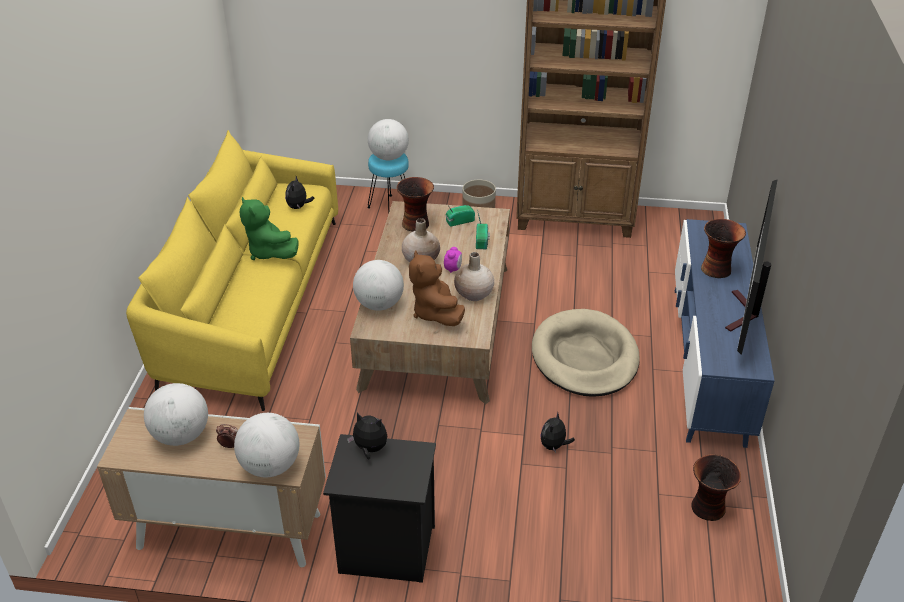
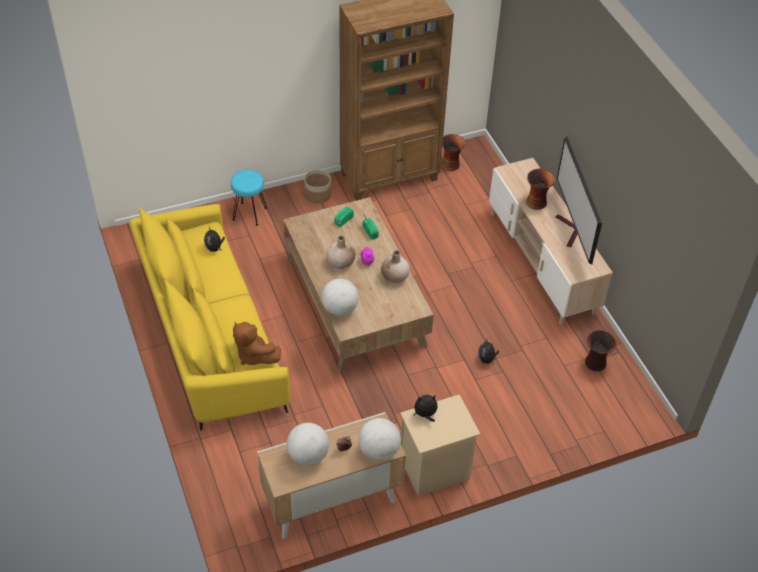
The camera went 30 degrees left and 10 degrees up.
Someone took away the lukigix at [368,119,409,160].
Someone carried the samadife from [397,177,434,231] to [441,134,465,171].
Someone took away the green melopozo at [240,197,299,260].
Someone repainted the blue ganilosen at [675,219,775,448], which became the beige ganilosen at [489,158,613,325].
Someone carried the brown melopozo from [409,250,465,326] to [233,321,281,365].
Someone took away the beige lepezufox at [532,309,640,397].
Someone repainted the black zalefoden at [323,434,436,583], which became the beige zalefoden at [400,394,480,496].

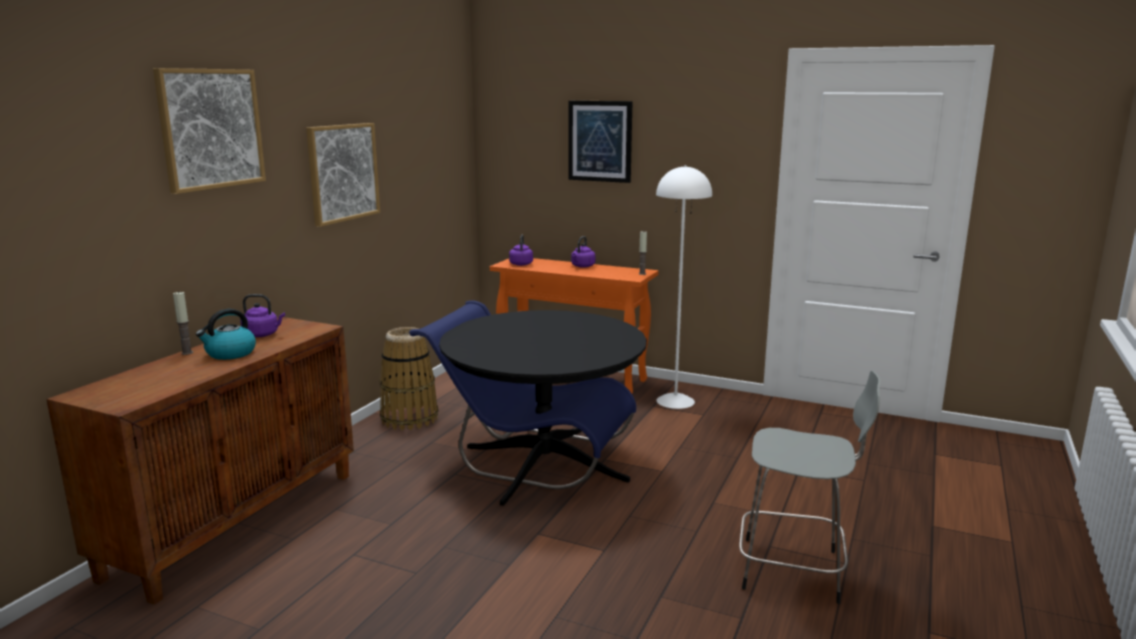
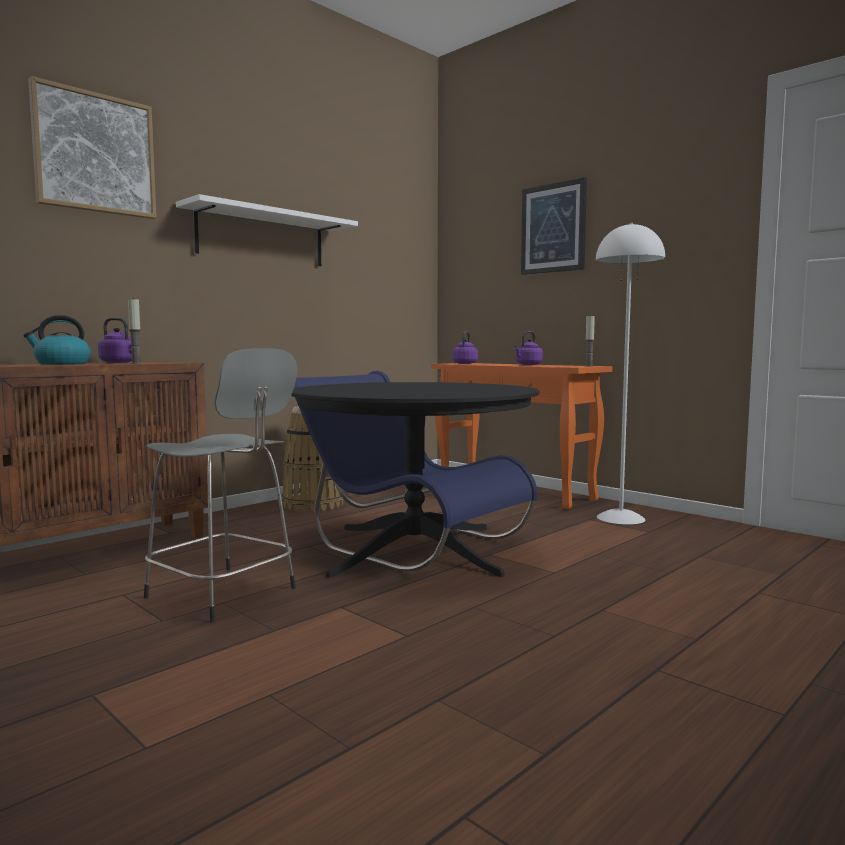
The camera went 20 degrees right and 10 degrees down.
Someone swapped the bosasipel at [306,123,380,227] for the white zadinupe at [176,194,358,266].
Someone carried the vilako from [173,291,193,355] to [128,298,142,364].
Someone carried the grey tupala from [739,371,880,604] to [144,348,297,622].

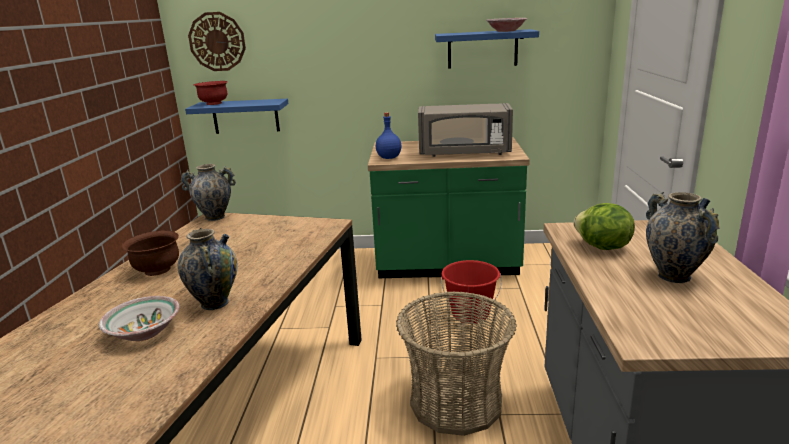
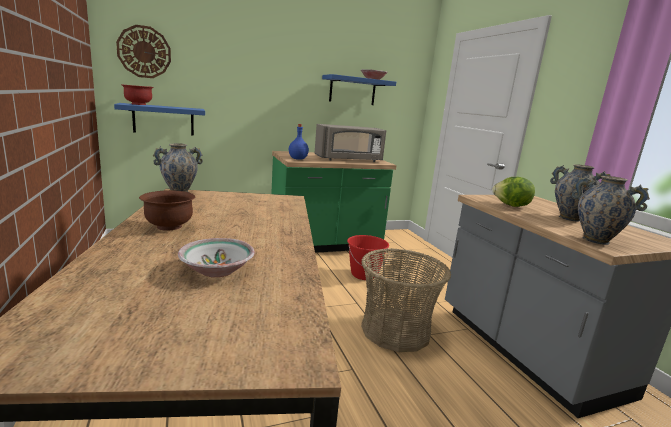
The camera went 25 degrees left and 5 degrees down.
Someone carried the samadife from [178,228,237,310] to [572,176,650,245].

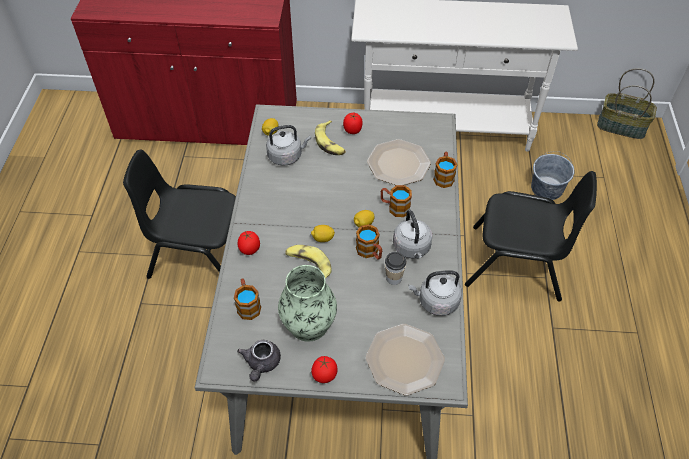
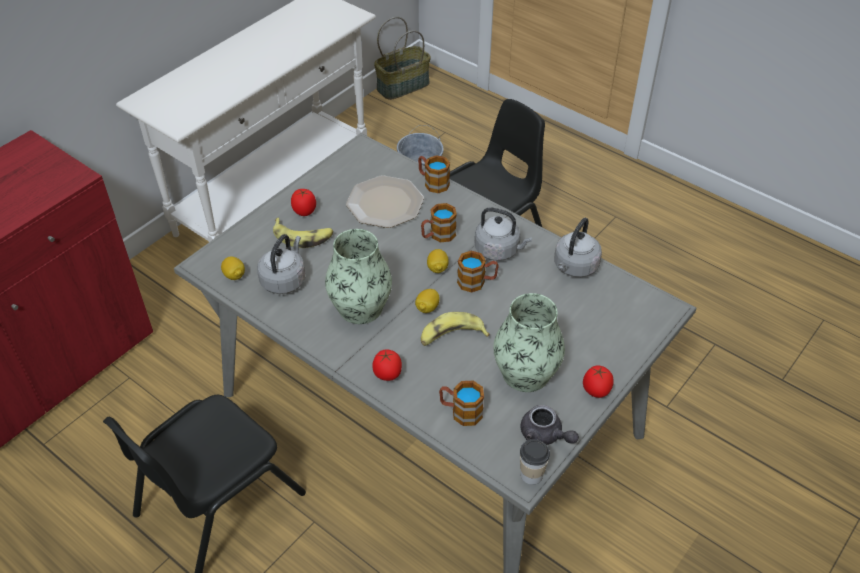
The camera went 55 degrees left and 5 degrees down.
Someone carried the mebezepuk from [385,252,406,285] to [520,439,550,485].
Someone took away the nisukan at [366,324,445,395].
Someone put down the samadife at [325,229,392,324].

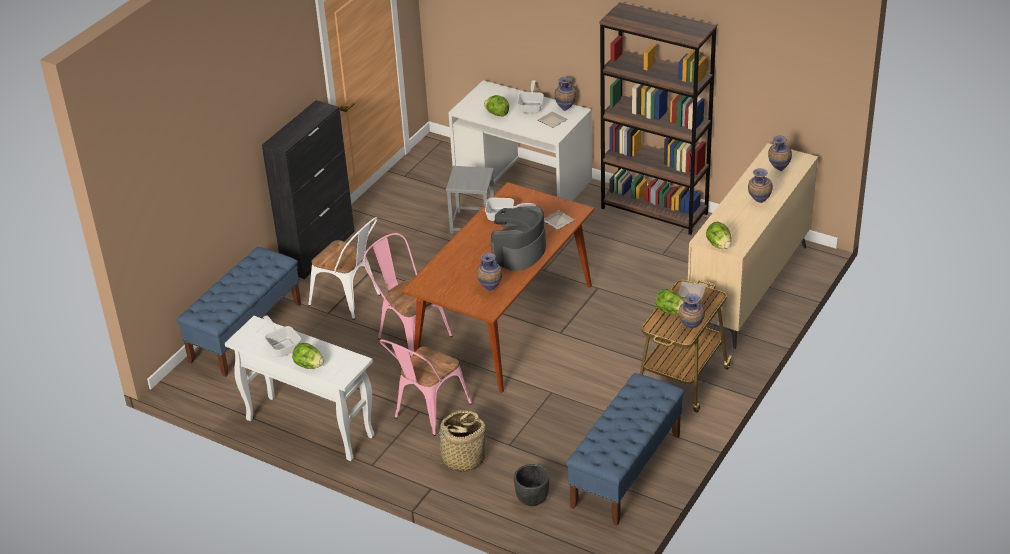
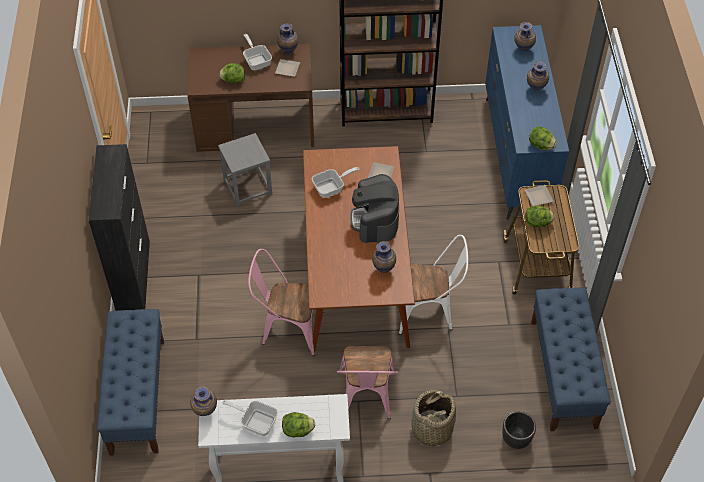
The camera went 35 degrees left and 15 degrees up.
Someone repainted the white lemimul at [448,80,592,201], which became the brown lemimul at [187,44,314,152].
Someone repainted the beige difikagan at [688,143,818,349], which became the blue difikagan at [485,25,569,220].
Someone carried the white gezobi from [308,217,381,320] to [399,235,468,335].
Someone carried the samadife from [679,293,705,328] to [190,386,217,416].

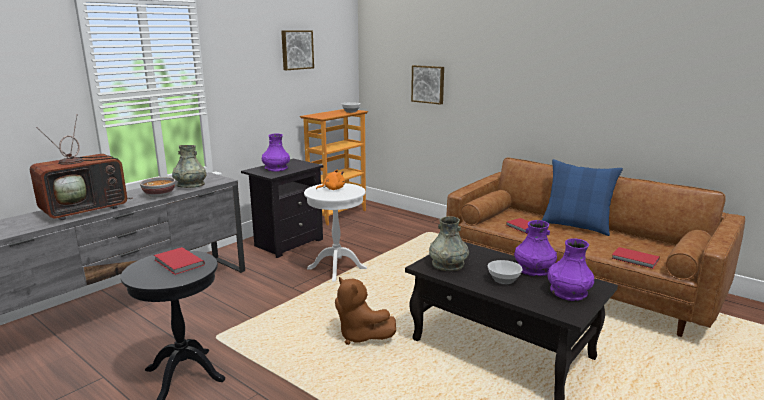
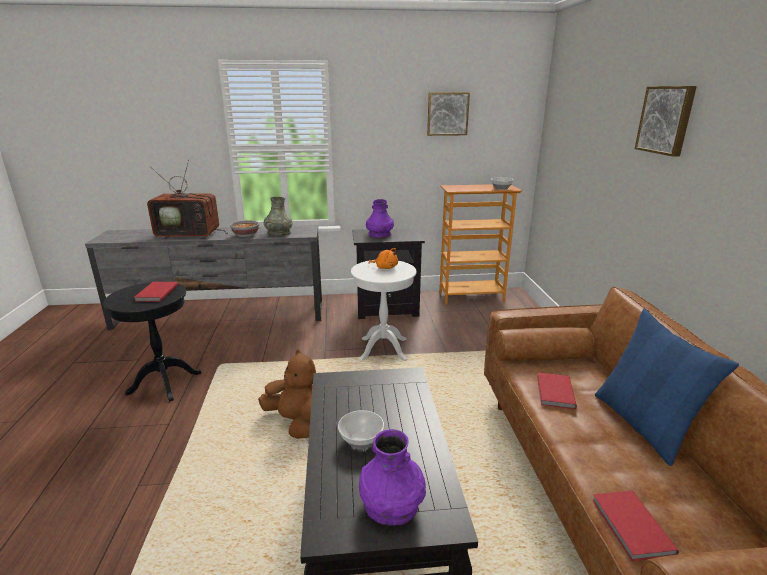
The camera went 45 degrees right and 5 degrees up.
Someone carried the bosasipel from [411,65,444,105] to [635,86,697,157].
Someone took away the grey samadife at [429,216,469,271].
Someone took away the purple samadife at [514,220,557,276].
Someone rotated the brown melopozo at [335,277,396,345] by 135 degrees clockwise.

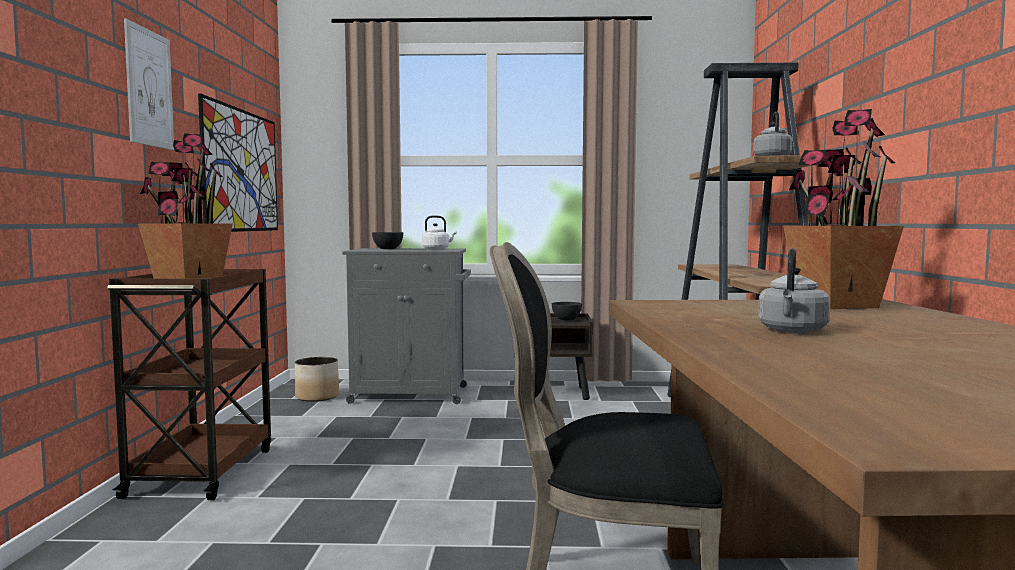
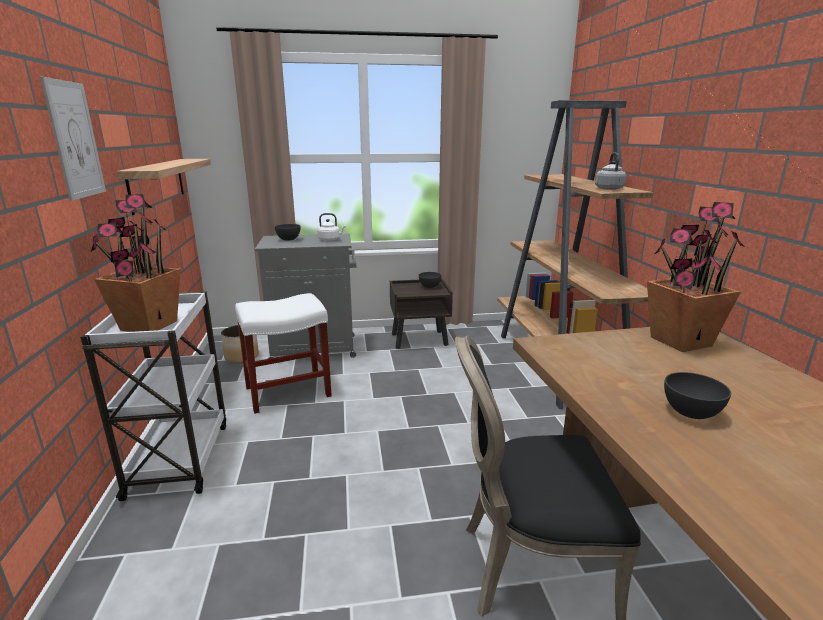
The camera went 10 degrees left and 15 degrees up.
Someone swapped the bosasipel at [198,93,278,232] for the zadinupe at [116,159,211,215].
Someone swapped the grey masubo at [758,248,830,333] for the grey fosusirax at [664,372,731,419].
Someone repainted the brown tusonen at [107,269,271,500], which became the white tusonen at [80,292,226,501].
Someone put down the white tupala at [235,293,332,414].

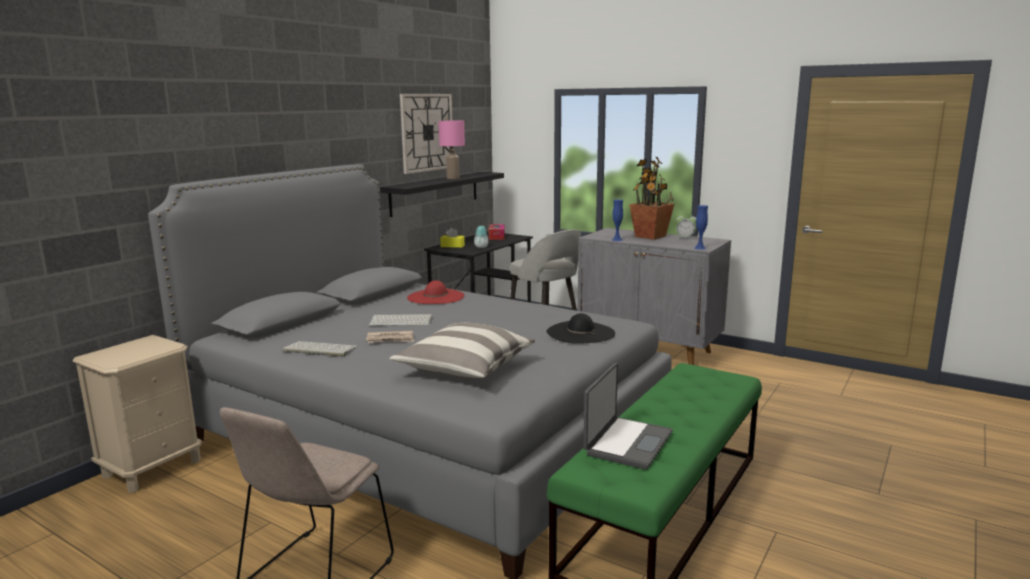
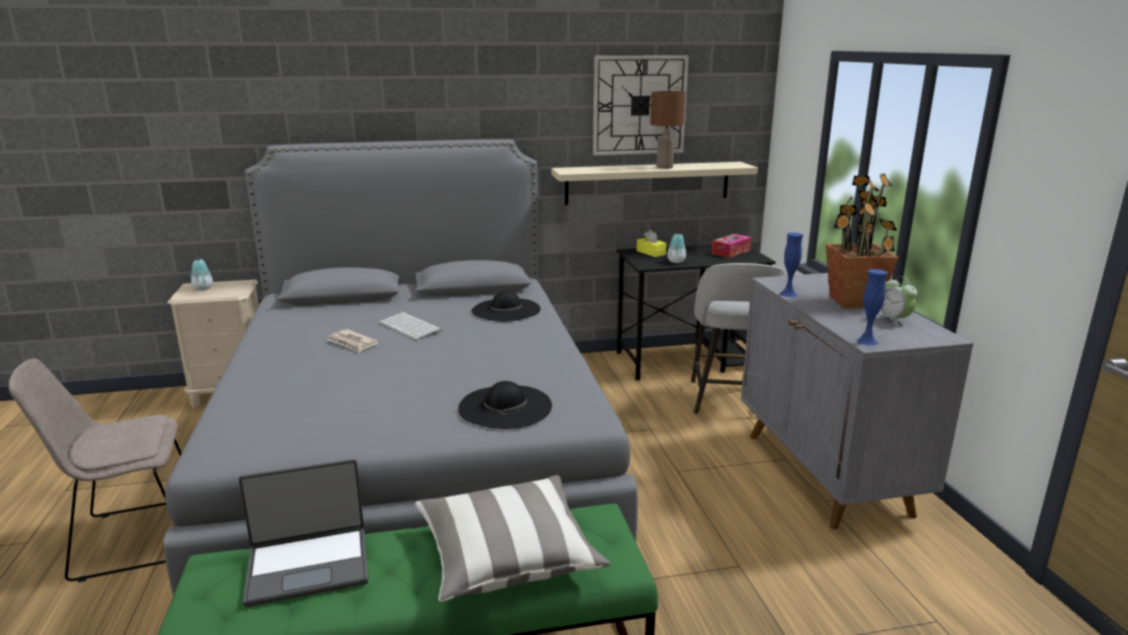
The camera went 45 degrees right and 5 degrees up.
Someone repainted the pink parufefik at [438,121,465,179], which became the brown parufefik at [650,91,685,169].
Someone repainted the black zadinupe at [380,172,504,217], which became the beige zadinupe at [551,162,758,205].
Someone repainted the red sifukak at [407,280,464,304], which became the black sifukak at [472,290,541,322].
Someone carried the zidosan from [389,323,535,379] to [415,475,611,602].
Someone took away the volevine at [283,341,358,357].
Someone put down the samadife at [191,259,213,291].

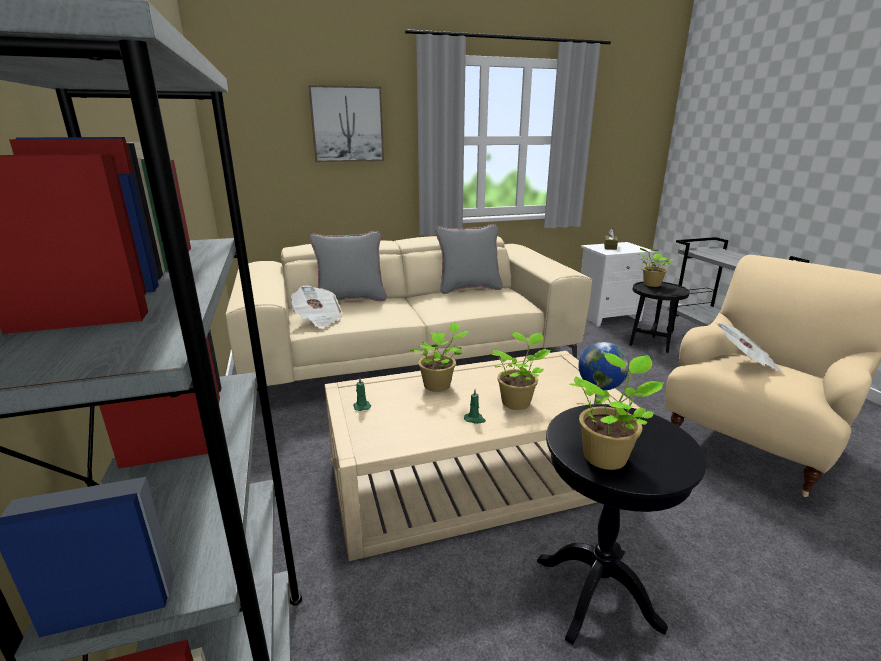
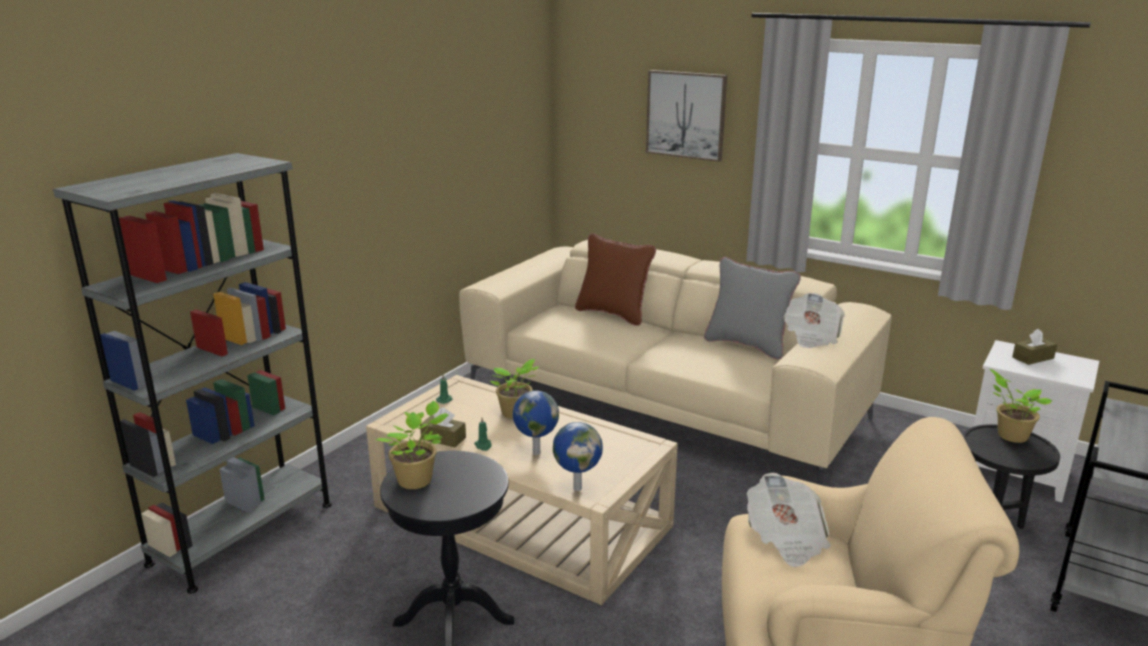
The camera went 50 degrees right and 0 degrees up.
Someone repainted the grey zidosan at [310,231,387,301], which became the brown zidosan at [575,233,656,326].
Someone carried the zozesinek from [291,285,343,328] to [783,293,845,348].
Someone swapped the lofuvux at [490,332,550,410] for the lukigix at [513,391,559,455].
Someone put down the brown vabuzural at [420,407,466,447].

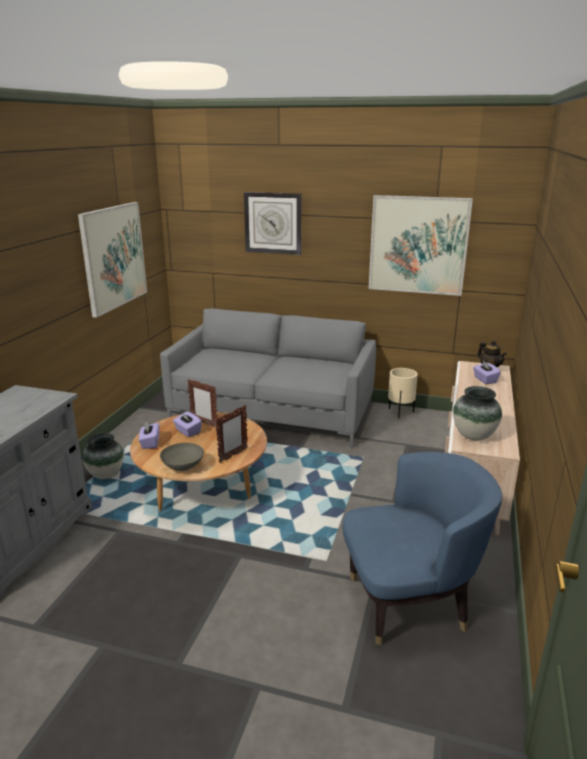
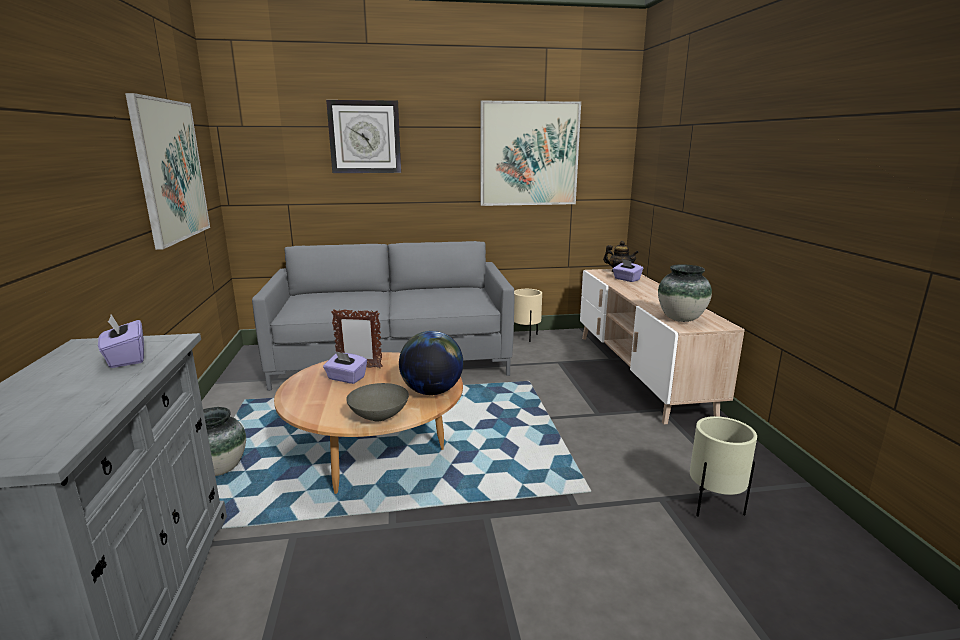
The camera went 25 degrees left and 5 degrees down.
Someone swapped the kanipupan at [215,405,248,463] for the lukigix at [399,331,463,395].
Someone carried the purple vabuzural from [139,421,160,449] to [98,315,144,368].
Someone swapped the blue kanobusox at [343,452,502,645] for the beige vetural at [690,416,757,517].

